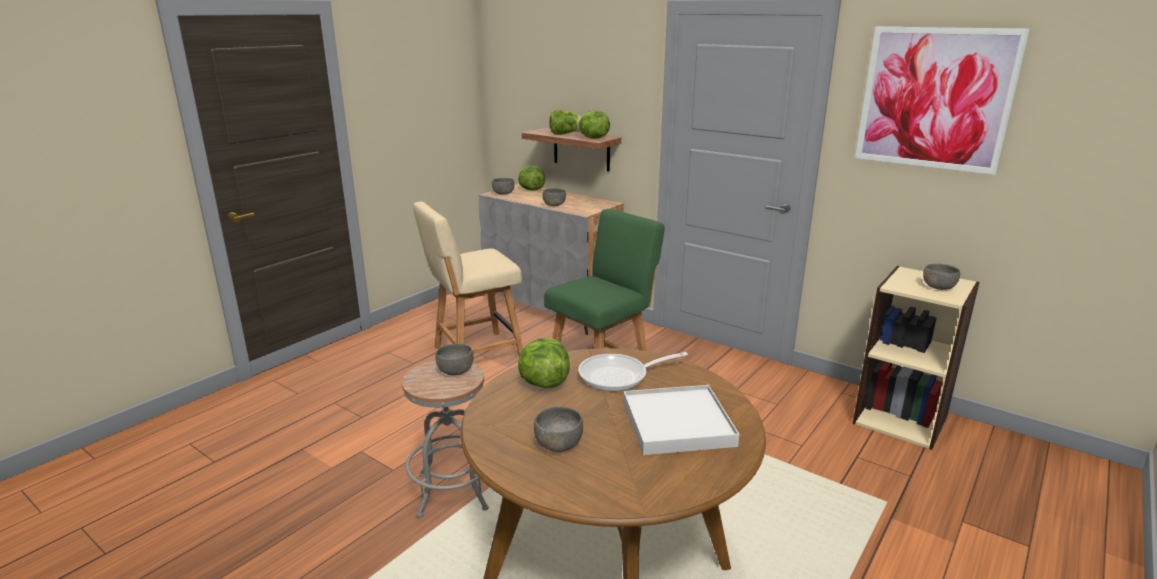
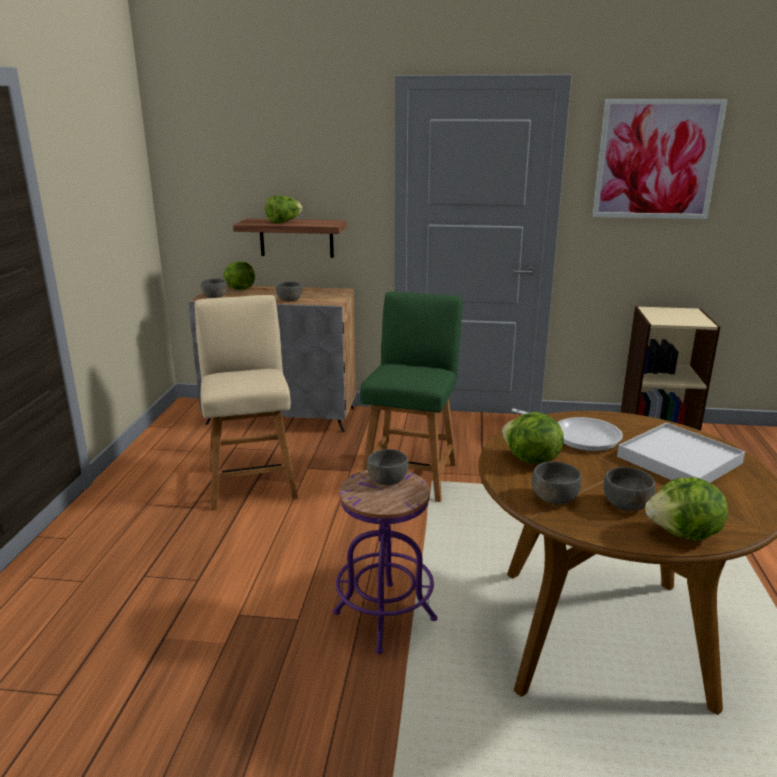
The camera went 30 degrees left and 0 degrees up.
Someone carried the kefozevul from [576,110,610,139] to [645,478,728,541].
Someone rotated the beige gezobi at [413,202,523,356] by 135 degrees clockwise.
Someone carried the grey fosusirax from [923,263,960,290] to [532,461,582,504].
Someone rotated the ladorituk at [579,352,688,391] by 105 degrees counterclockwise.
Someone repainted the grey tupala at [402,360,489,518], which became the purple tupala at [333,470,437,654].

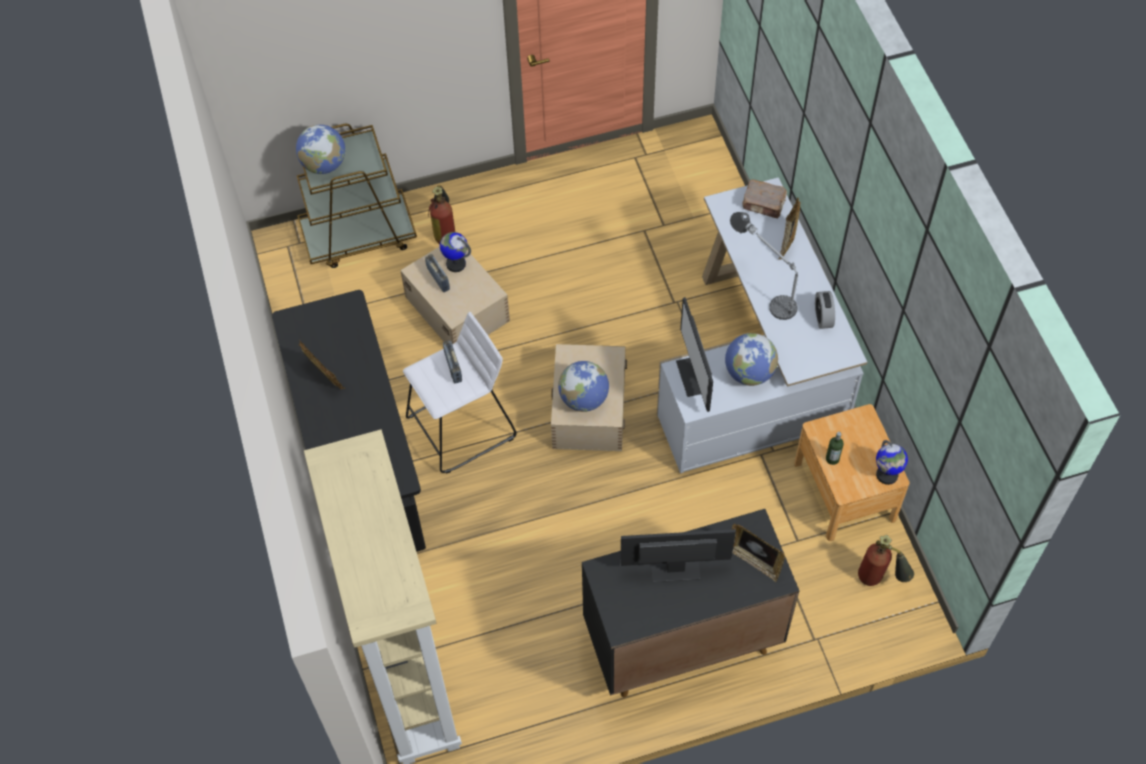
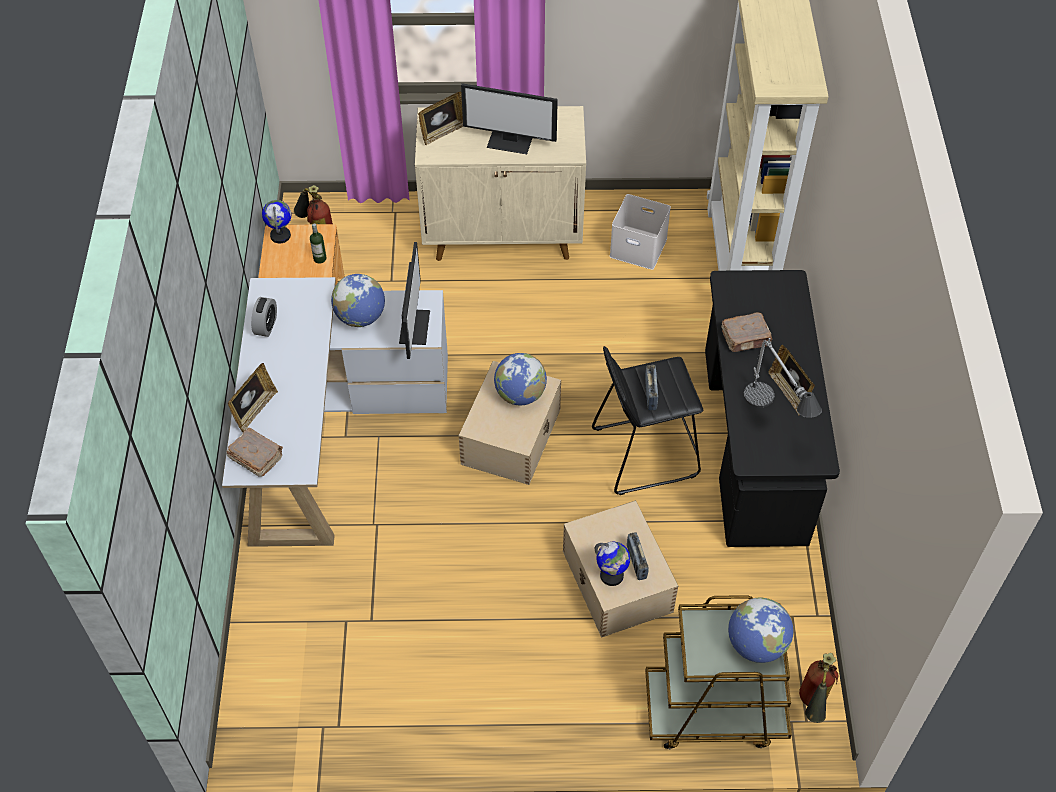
The camera went 165 degrees left and 5 degrees down.
Someone carried the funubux from [428,185,455,244] to [799,653,838,723].
Someone carried the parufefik from [730,212,798,320] to [744,338,822,418].
Someone repainted the white tupala at [403,312,517,474], which became the black tupala at [592,346,704,495].
Someone repainted the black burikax at [582,509,799,698], which became the beige burikax at [415,106,586,261].
Someone rotated the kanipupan at [732,524,785,582] by 90 degrees clockwise.
Someone put down the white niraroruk at [610,194,671,270].
Someone put down the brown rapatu at [721,312,773,352].

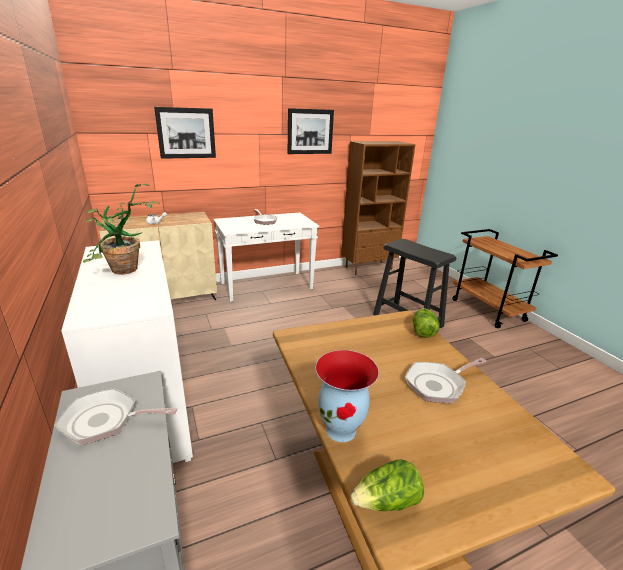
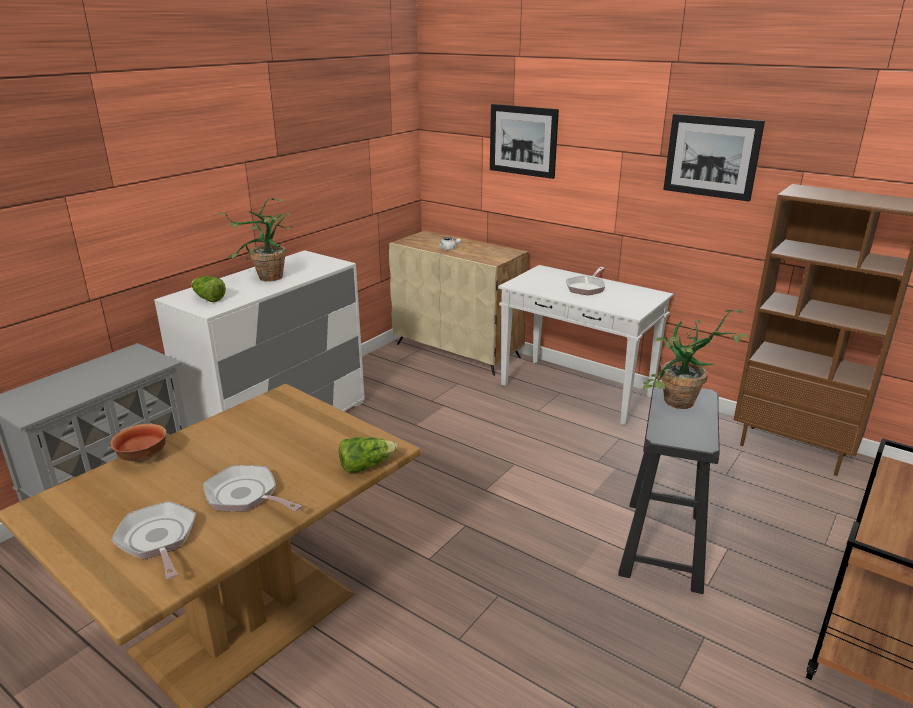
The camera went 60 degrees right and 0 degrees up.
Someone swapped the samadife at [315,350,379,442] for the fosusirax at [110,424,166,462].
Someone carried the ladorituk from [54,388,177,446] to [112,501,196,579].
Someone carried the kefozevul from [351,459,424,511] to [191,276,226,302].
Someone put down the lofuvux at [643,309,750,409].

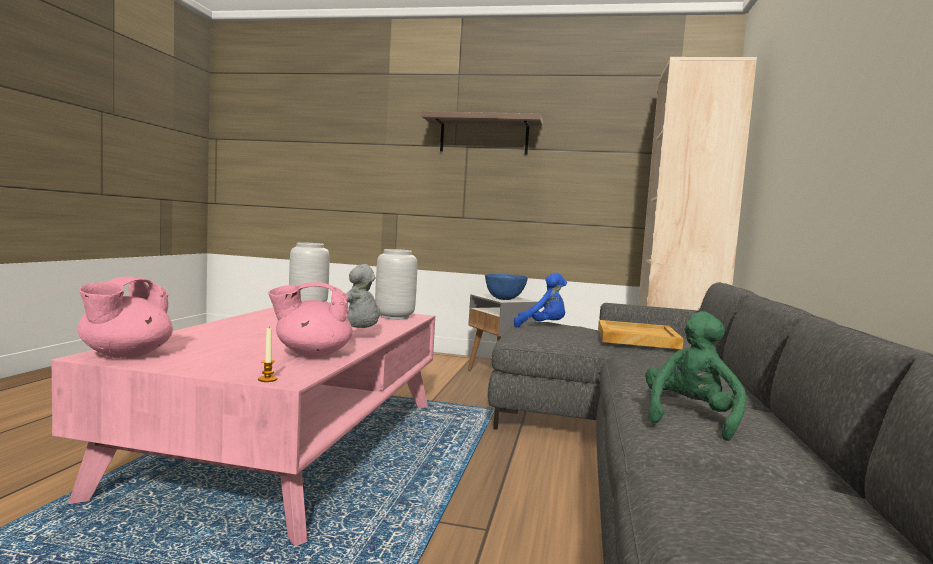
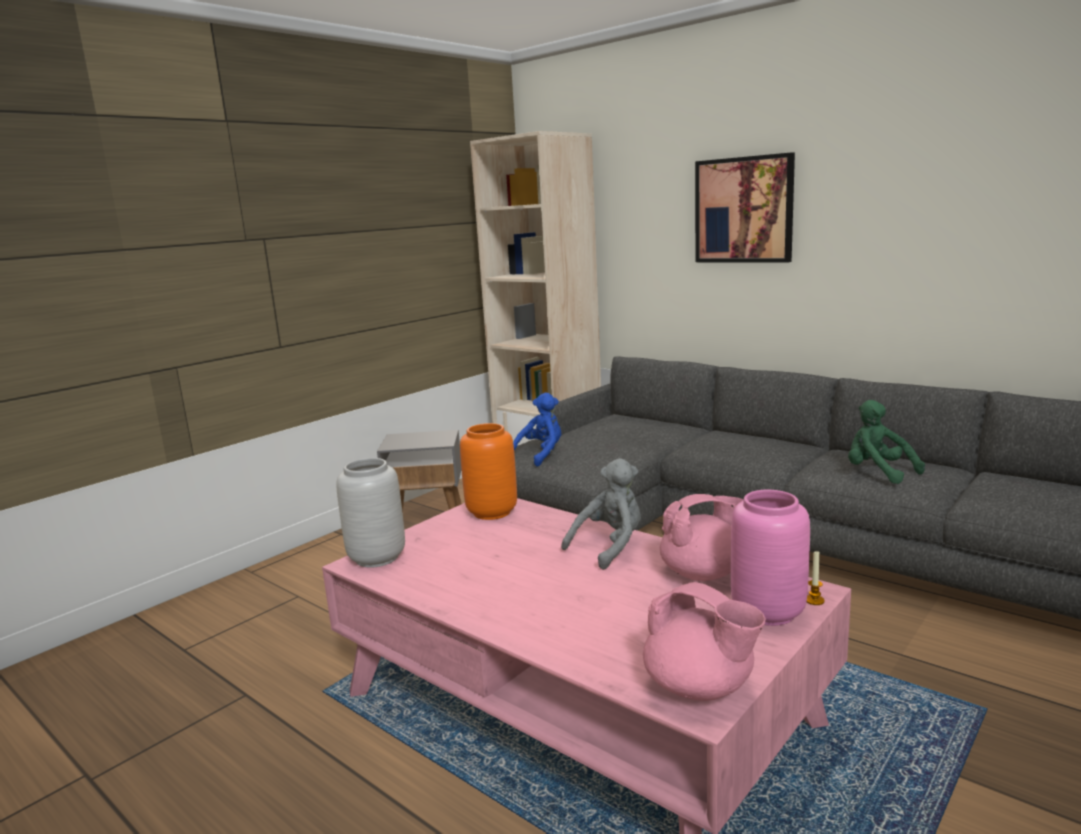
The camera went 60 degrees left and 10 degrees up.
Someone took away the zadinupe at [422,111,543,155].
Someone repainted the grey samadife at [375,249,417,319], which became the orange samadife at [460,423,517,520].
Someone took away the blue fosusirax at [485,274,528,300].
Someone rotated the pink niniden at [268,282,353,358] by 120 degrees counterclockwise.
Someone took away the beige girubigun at [598,320,684,349].
Someone put up the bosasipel at [695,152,795,263].
Someone put down the pink samadife at [731,490,810,626].

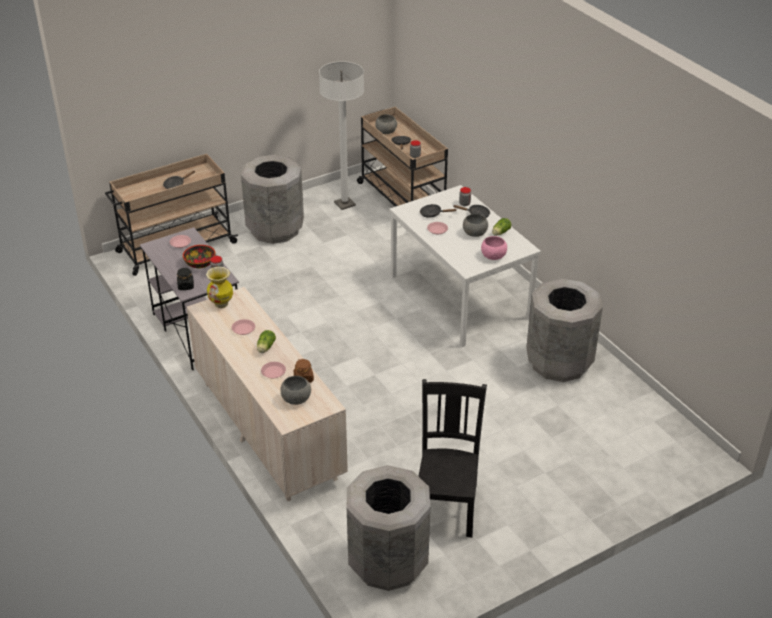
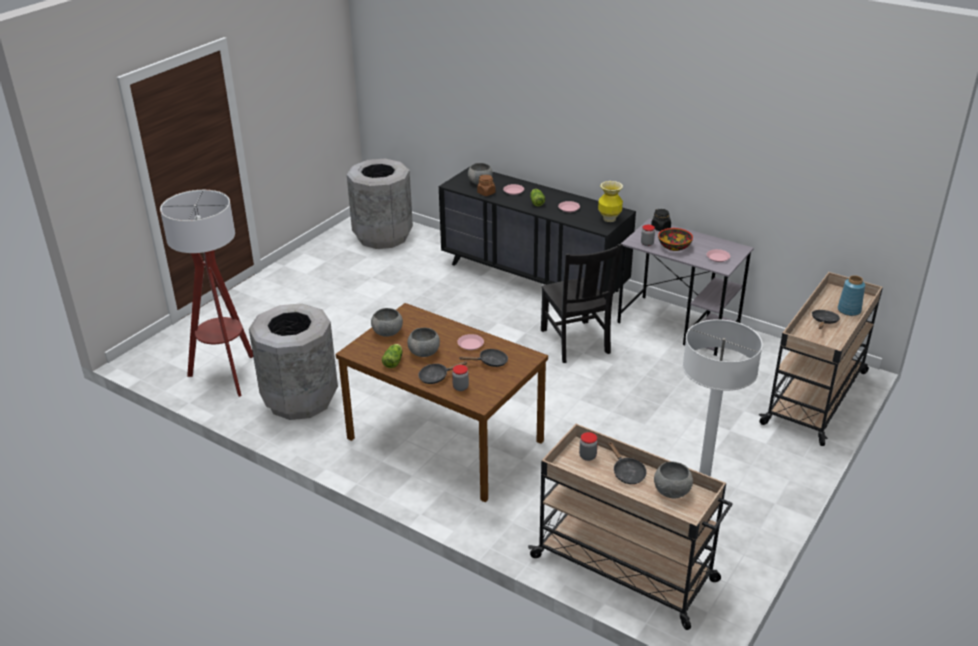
The camera went 155 degrees right and 5 degrees down.
Someone took away the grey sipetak at [241,155,304,244].
Someone repainted the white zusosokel at [389,185,541,347], which became the brown zusosokel at [336,303,548,502].
Someone repainted the pink fosusirax at [481,236,507,260], which became the grey fosusirax at [371,308,403,337].
Someone repainted the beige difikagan at [187,287,348,501], which became the black difikagan at [439,166,636,300].
Someone carried the black gezobi from [419,379,487,537] to [541,244,623,363].
Someone put down the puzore at [160,190,253,397].
Someone put down the blue samadife at [838,275,865,316].

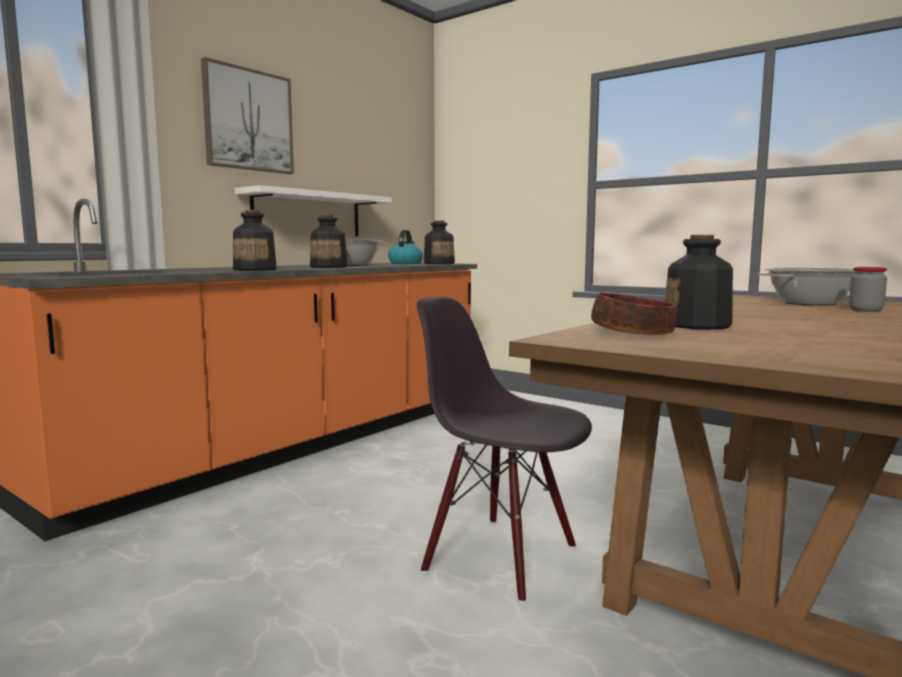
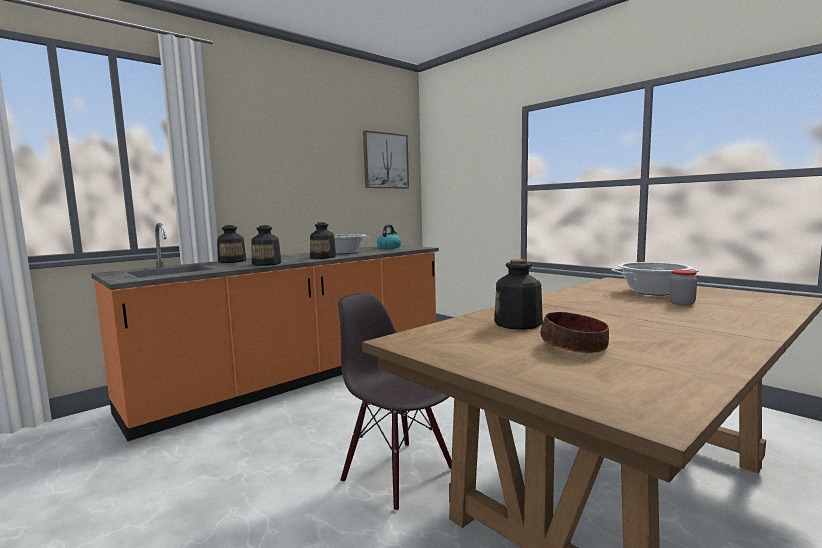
The camera went 10 degrees right and 0 degrees up.
Someone carried the bosasipel from [201,57,294,174] to [363,130,409,188].
Someone took away the white zadinupe at [235,185,392,237].
Someone carried the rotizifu from [424,220,455,264] to [217,225,246,263].
Someone carried the fosusirax from [591,293,676,335] to [541,312,609,353].

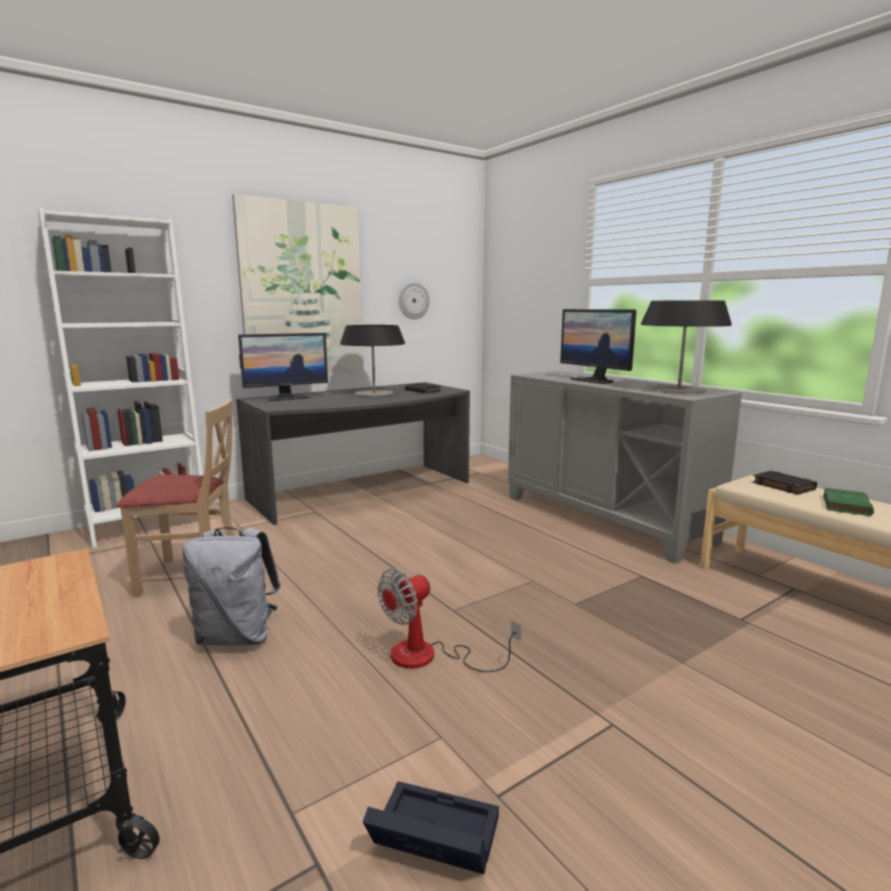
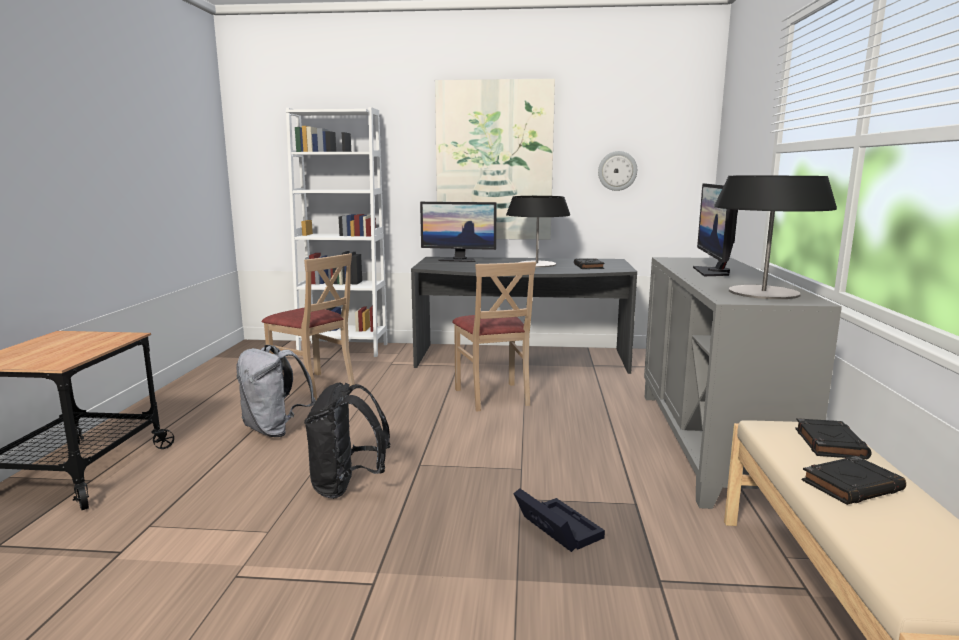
The camera went 40 degrees right and 0 degrees up.
Someone repainted the green rapatu at [823,488,874,516], which became the black rapatu at [802,456,906,505].
Someone swapped the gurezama at [377,569,521,672] for the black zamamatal at [304,383,390,499].
Someone carried the black niraroruk from [363,781,499,874] to [514,488,605,552].
Someone put down the beige gezobi at [452,261,536,411].

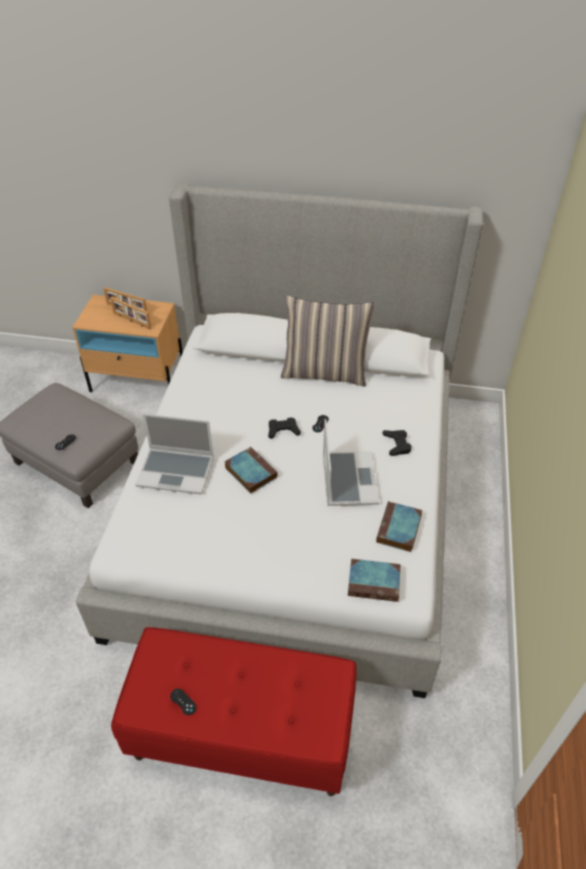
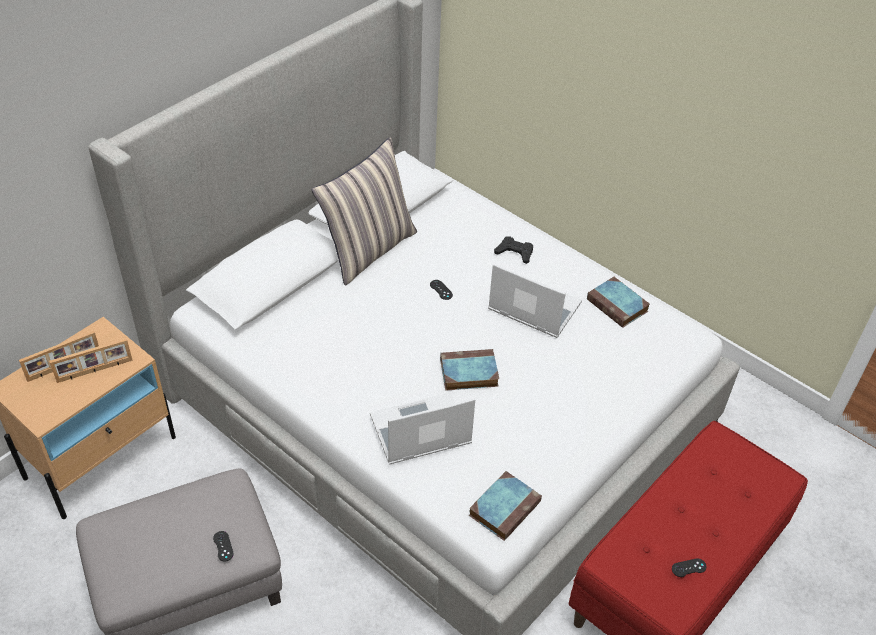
The camera went 60 degrees left and 0 degrees up.
Someone rotated the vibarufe at [135,414,214,495] by 150 degrees counterclockwise.
Someone took away the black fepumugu at [268,417,301,439].
Someone carried the rapatu from [348,559,400,602] to [469,471,542,541].

